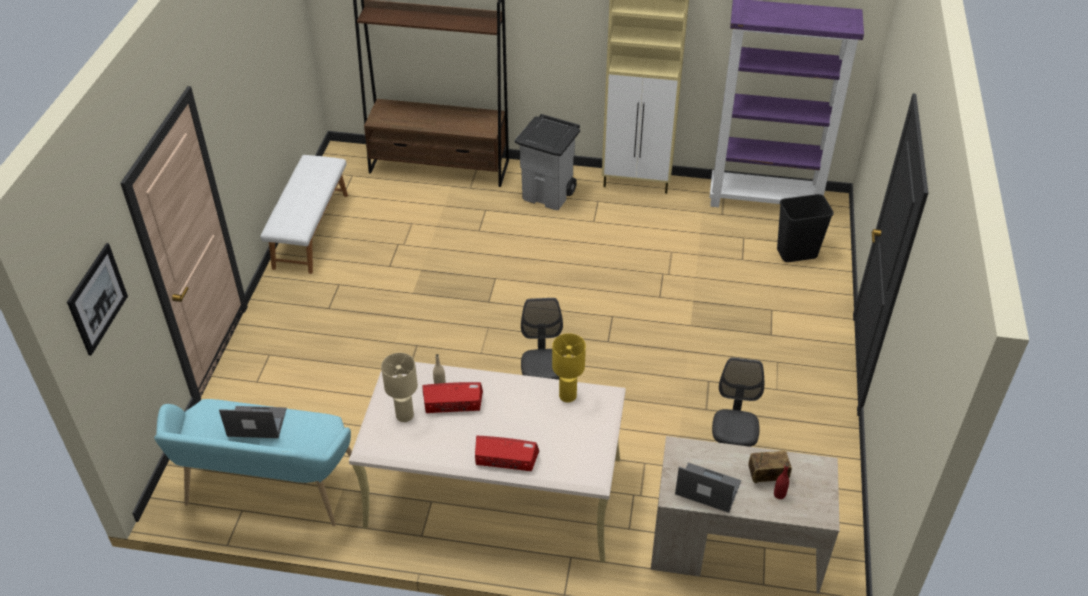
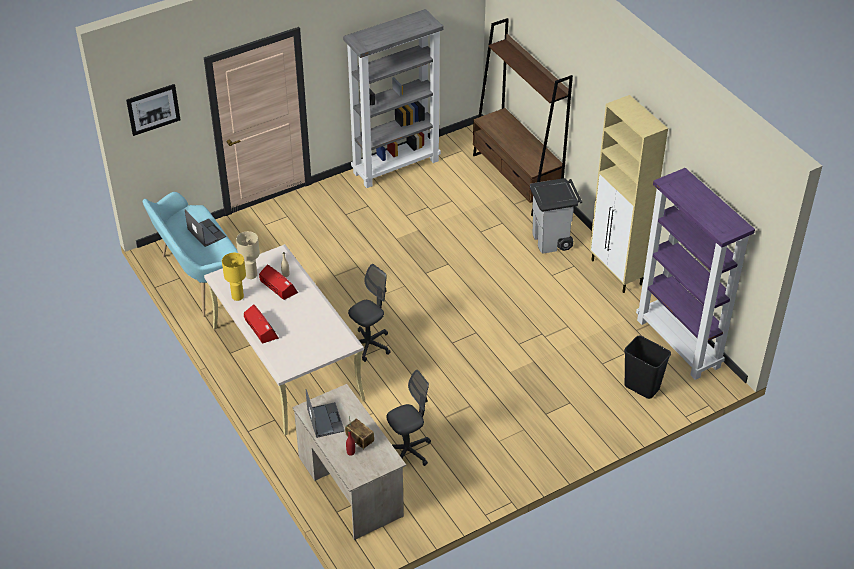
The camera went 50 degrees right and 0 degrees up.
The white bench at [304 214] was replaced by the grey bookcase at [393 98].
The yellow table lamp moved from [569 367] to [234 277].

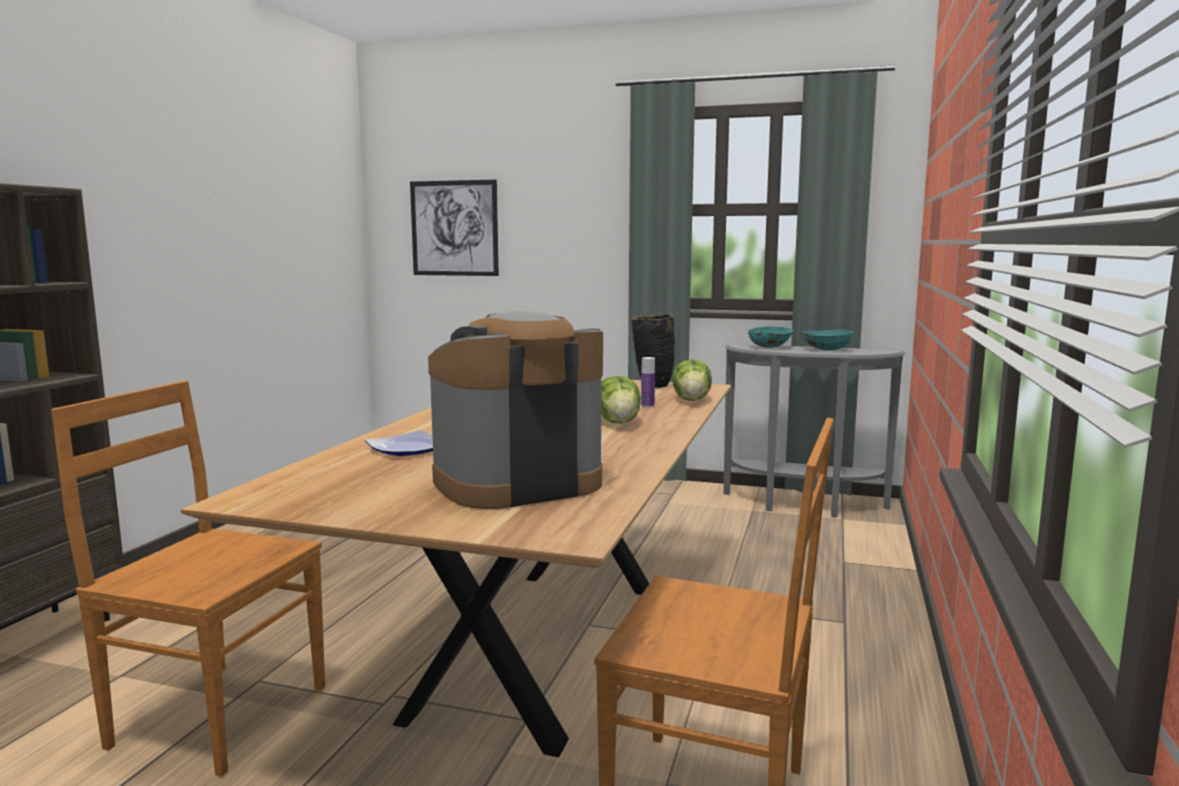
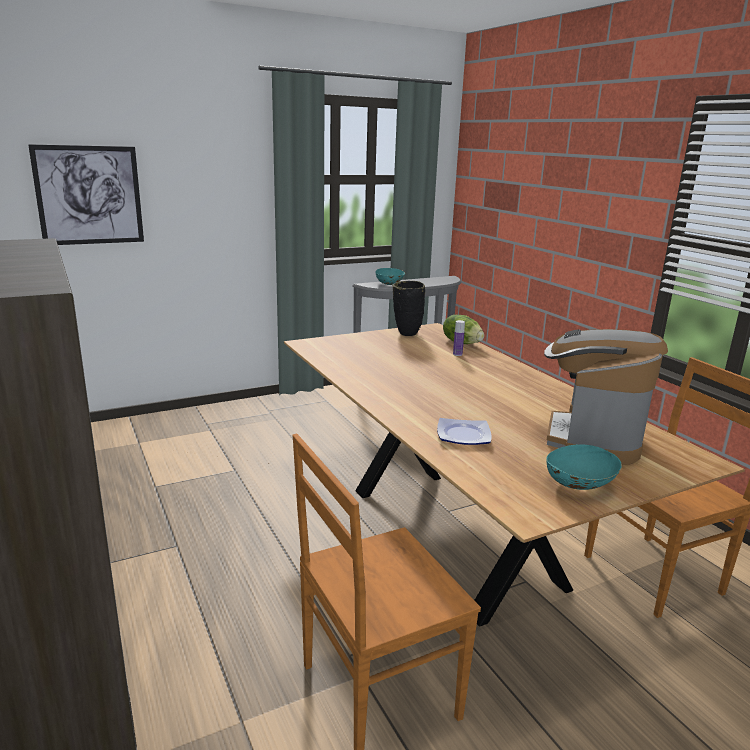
The camera went 45 degrees left and 10 degrees up.
The turquoise bowl moved from [827 340] to [584 467].
The lettuce at [621 400] disappeared.

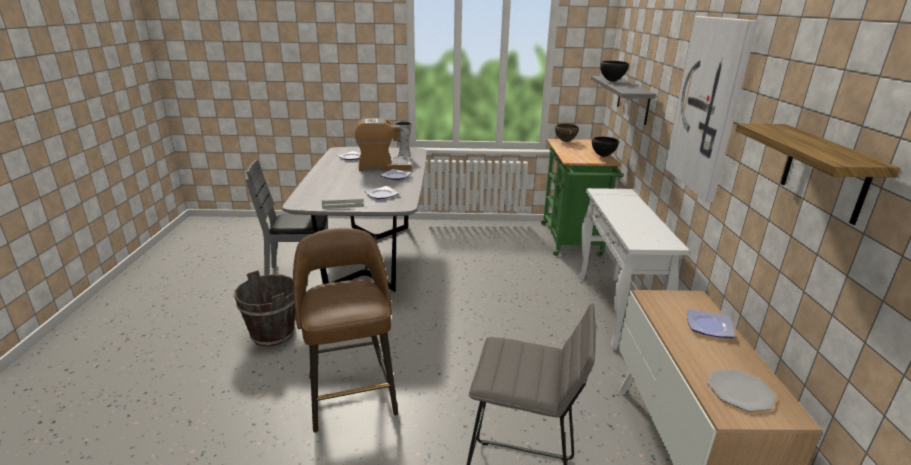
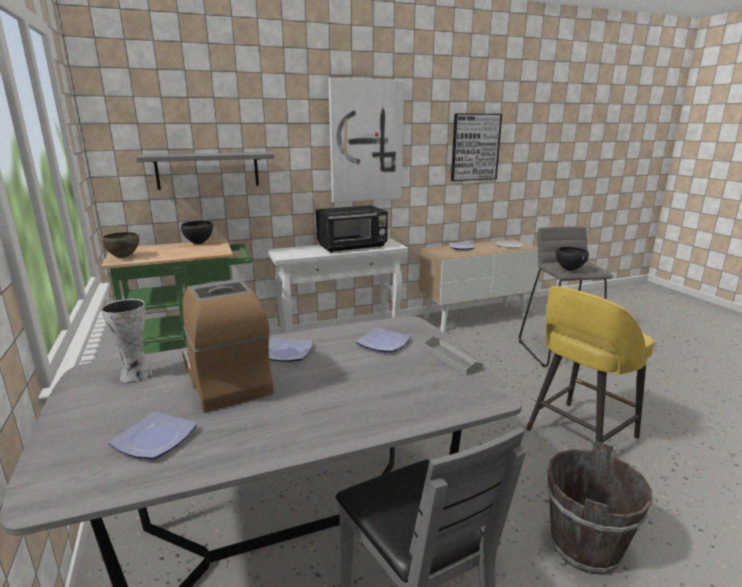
The camera went 110 degrees left and 5 degrees down.
The black bowl moved from [614 71] to [572 259].
The shelf at [818 174] was replaced by the picture at [476 147].
The brown stool at [345 330] became the yellow stool at [590 364].
The black microwave at [352 229] appeared.

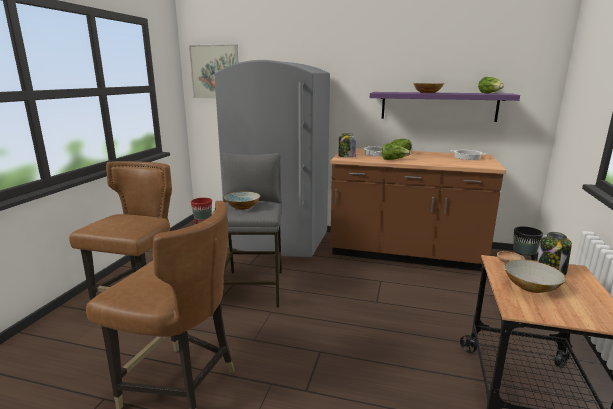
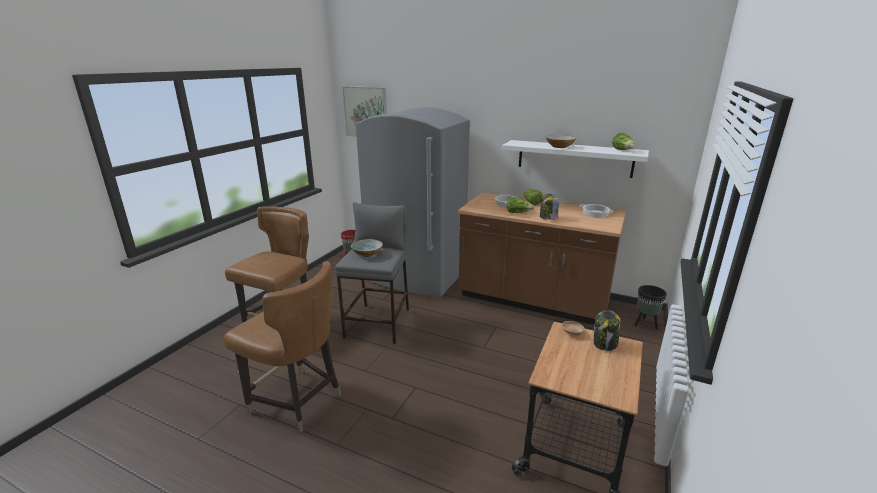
The camera went 10 degrees right and 5 degrees up.
The purple shelf at [445 107] became the white shelf at [575 159].
The jar moved from [347 145] to [549 207].
The bowl at [535 276] disappeared.

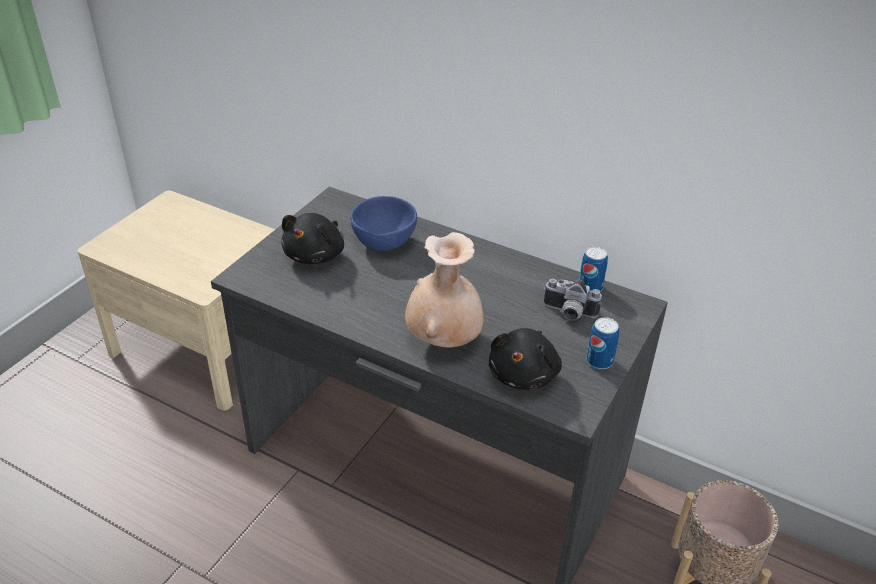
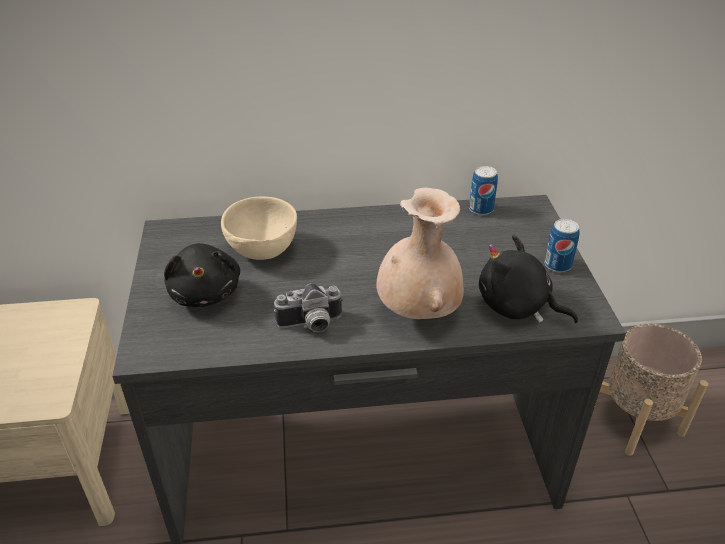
The camera went 35 degrees left and 0 degrees up.
The blue bowl at [383 223] became the beige bowl at [259 228].
The photo camera moved from [572 299] to [309 307].
The black plush toy at [525 359] turned 135 degrees clockwise.

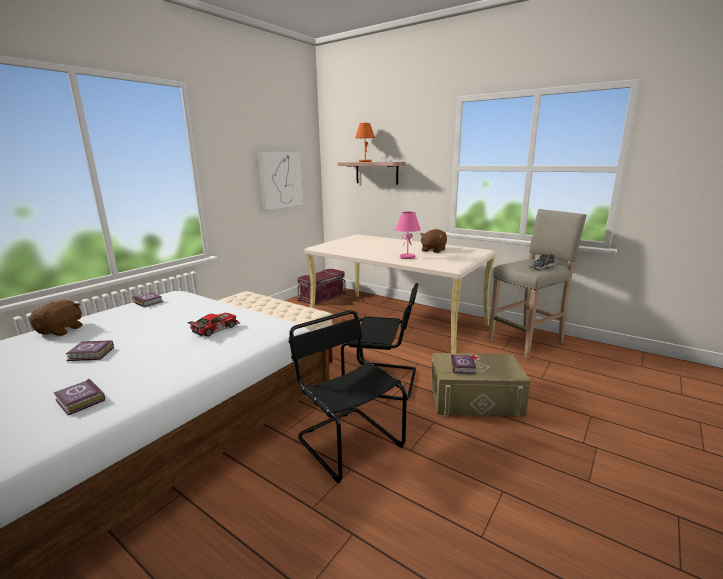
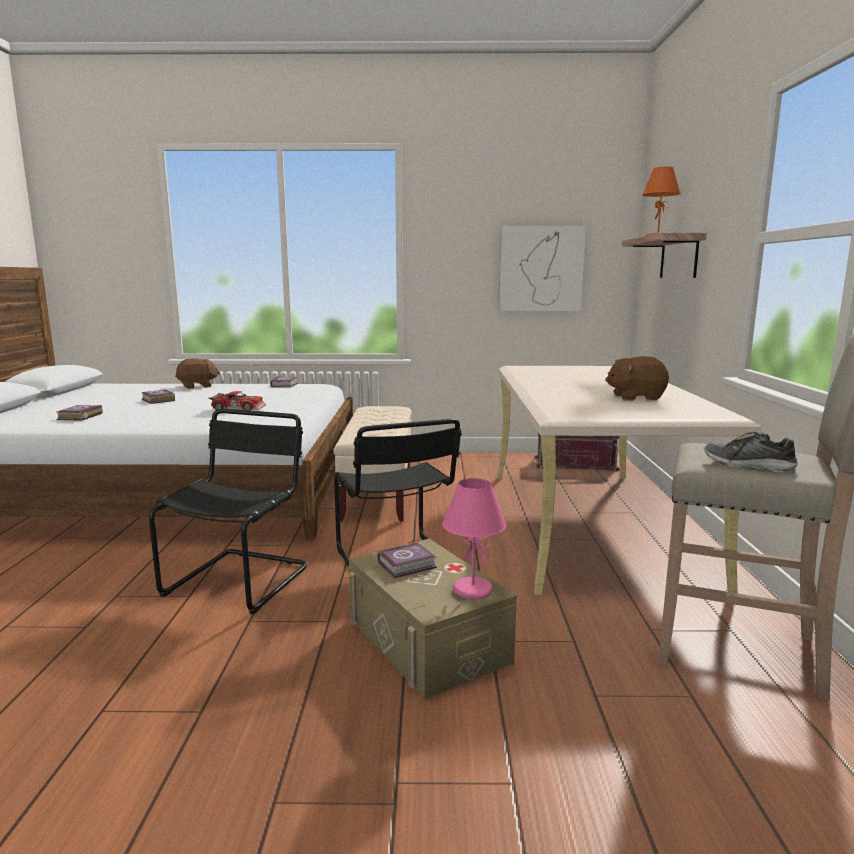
The camera went 55 degrees right and 5 degrees down.
The pink table lamp moved from [408 235] to [474 539].

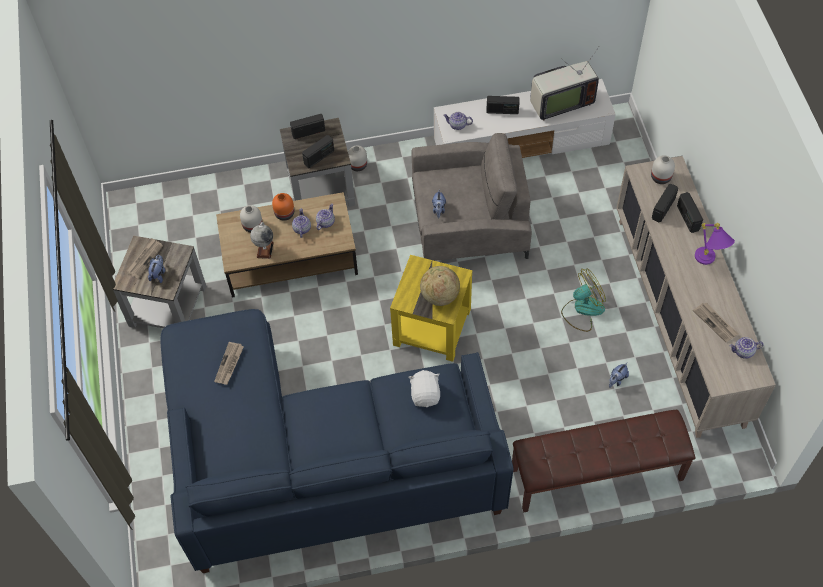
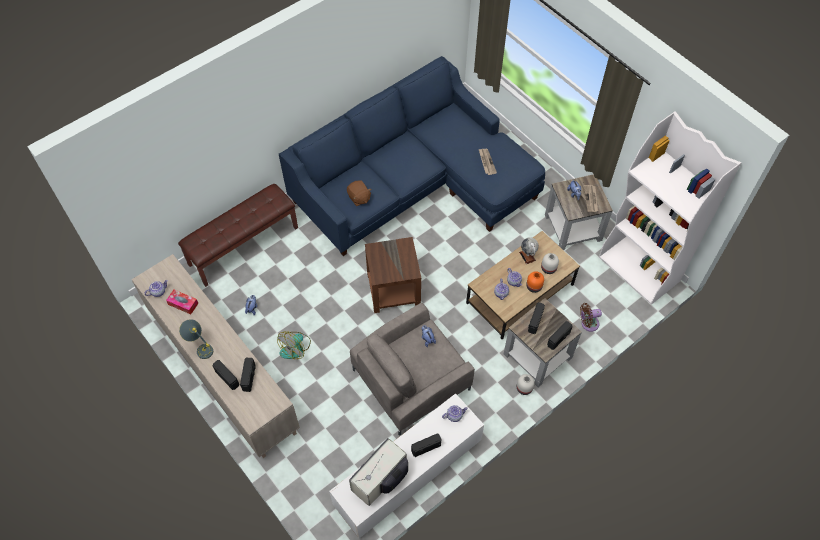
The camera went 150 degrees right and 0 degrees up.
The white vase at [663 169] disappeared.
The purple table lamp at [715 244] became the grey table lamp at [196 339].
The yellow side table at [431 308] became the brown side table at [393 275].
The globe at [440 286] disappeared.
The newspaper at [715 322] was replaced by the tissue box at [182 302].
The white plush toy at [424 388] became the brown plush toy at [359 193].
The white bookcase at [670 208] appeared.
The brown fan at [591 317] appeared.

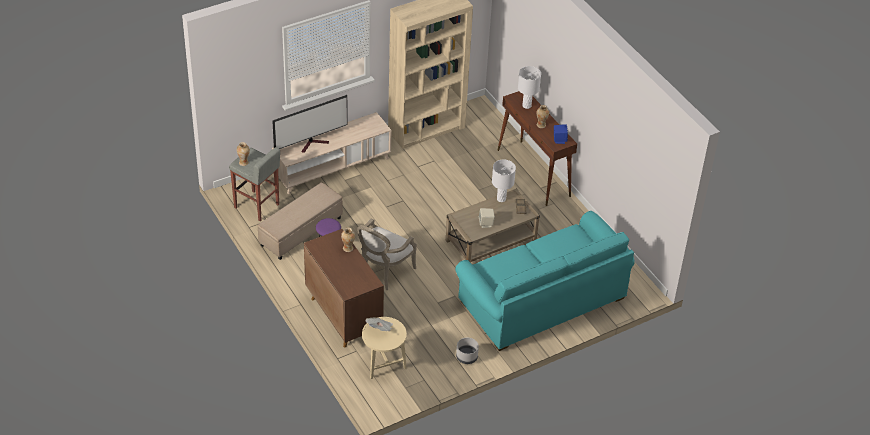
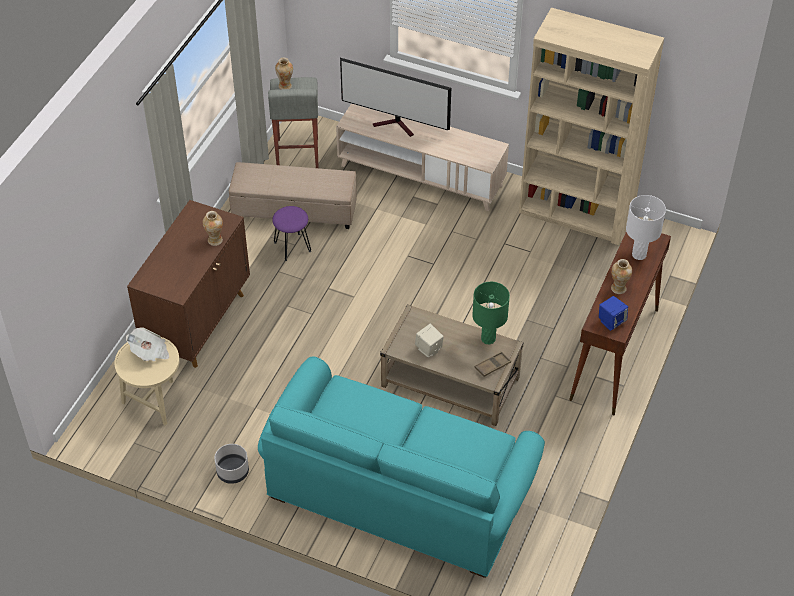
The camera went 55 degrees right and 5 degrees up.
The white table lamp at [504 181] became the green table lamp at [491 313].
The armchair at [387 254] disappeared.

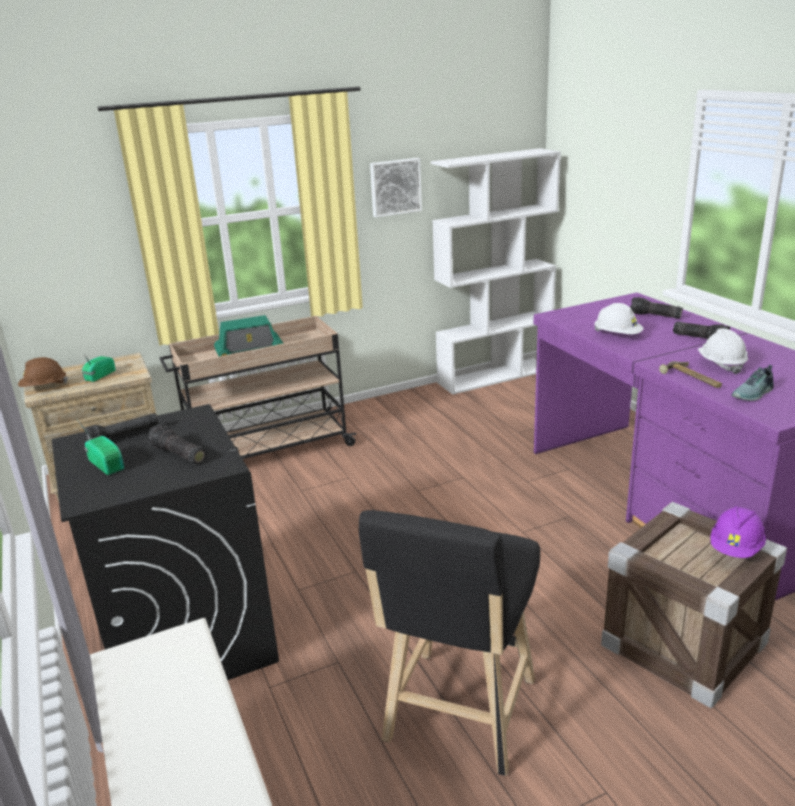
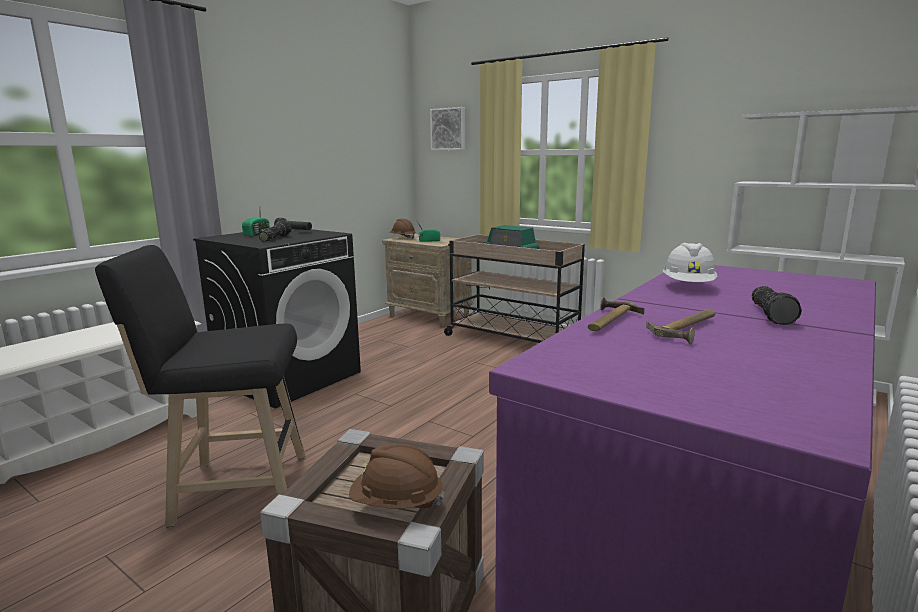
The camera went 60 degrees right and 10 degrees down.
The picture moved from [396 188] to [447 128].
The flashlight at [656 308] disappeared.
The white hard hat at [723 351] was replaced by the hammer at [680 326].
The shoe at [752 383] disappeared.
The purple hard hat at [738 532] became the brown hard hat at [397 476].

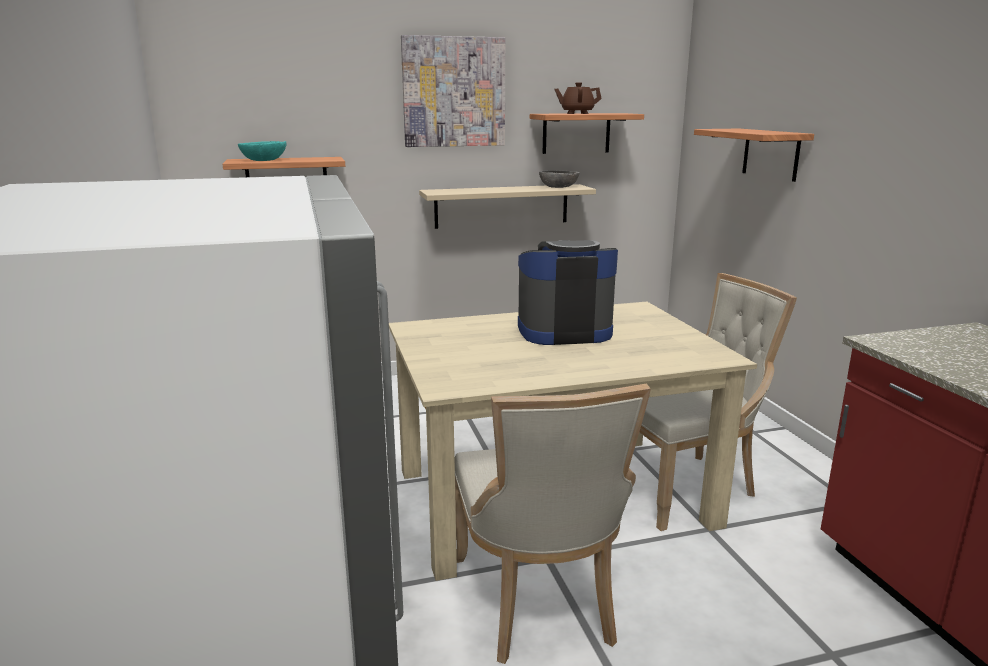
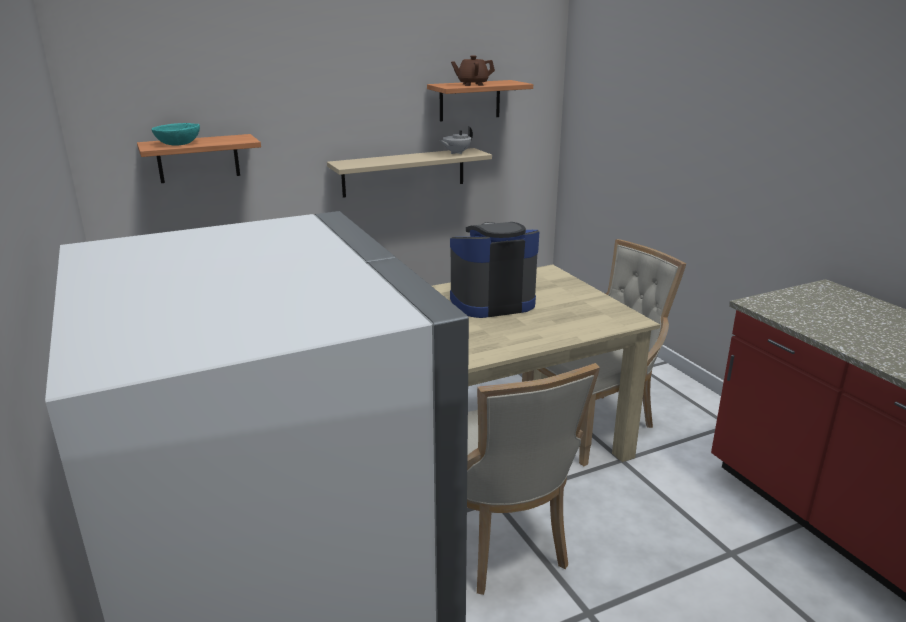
The camera went 10 degrees left and 5 degrees up.
The picture at [453 91] disappeared.
The shelf at [754 155] disappeared.
The grey bowl at [559 179] was replaced by the white teapot at [456 140].

